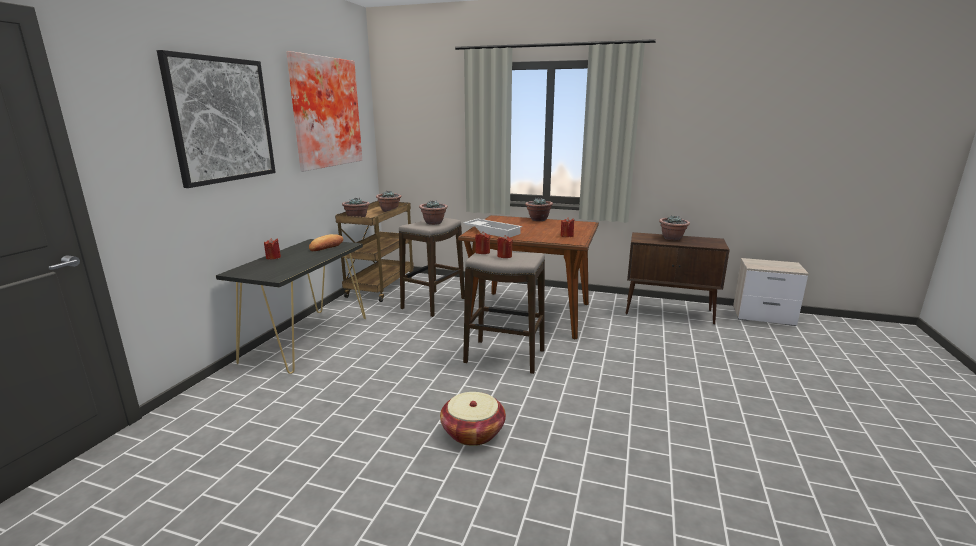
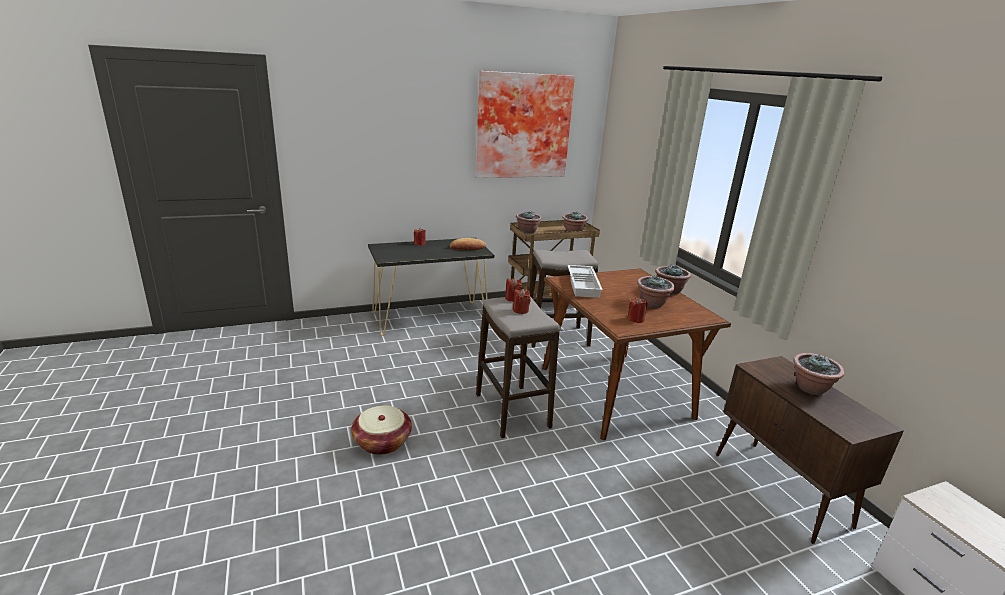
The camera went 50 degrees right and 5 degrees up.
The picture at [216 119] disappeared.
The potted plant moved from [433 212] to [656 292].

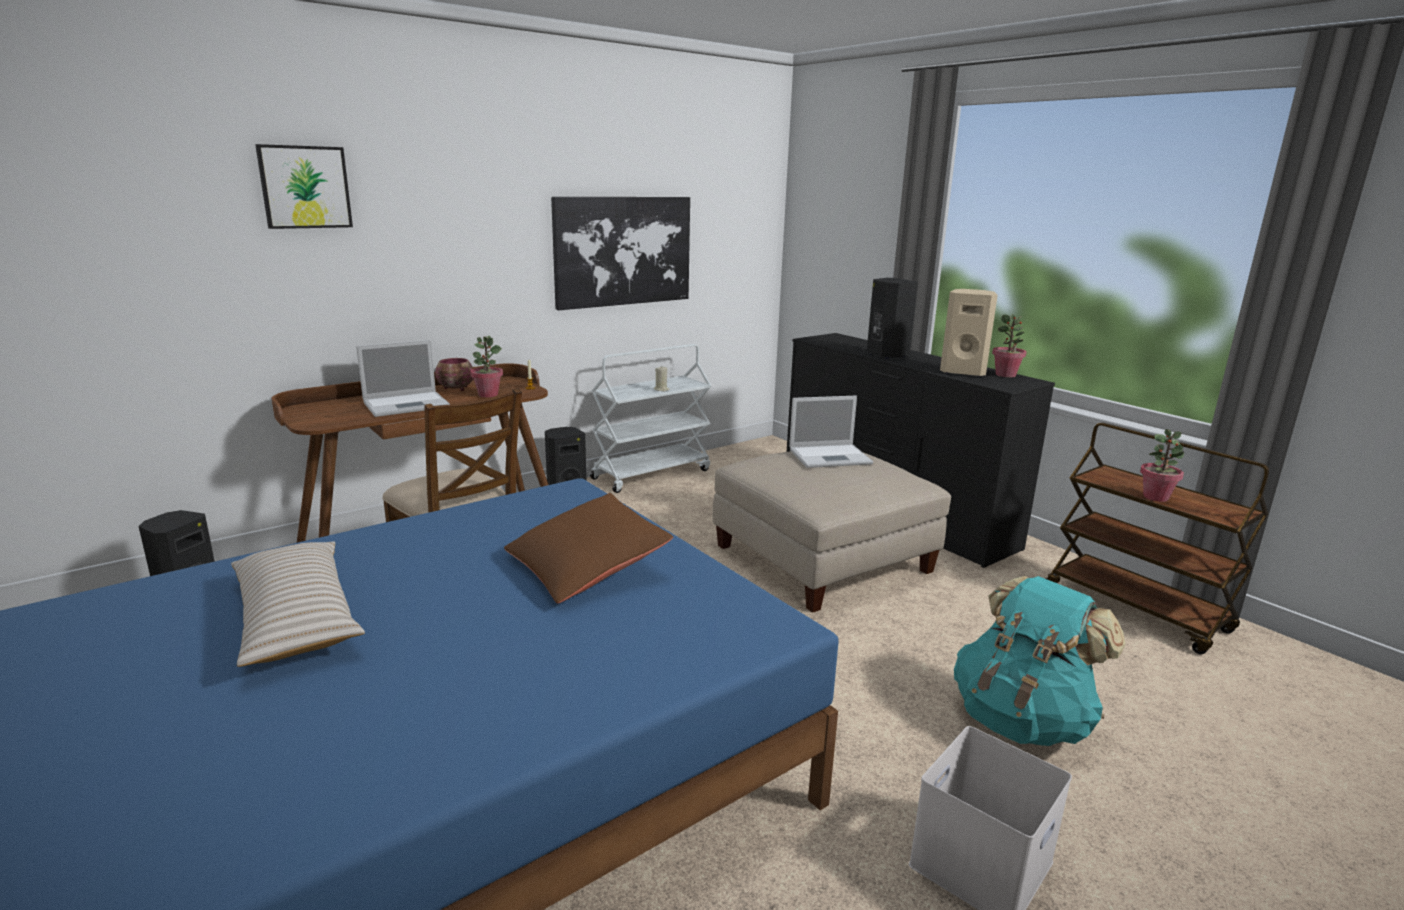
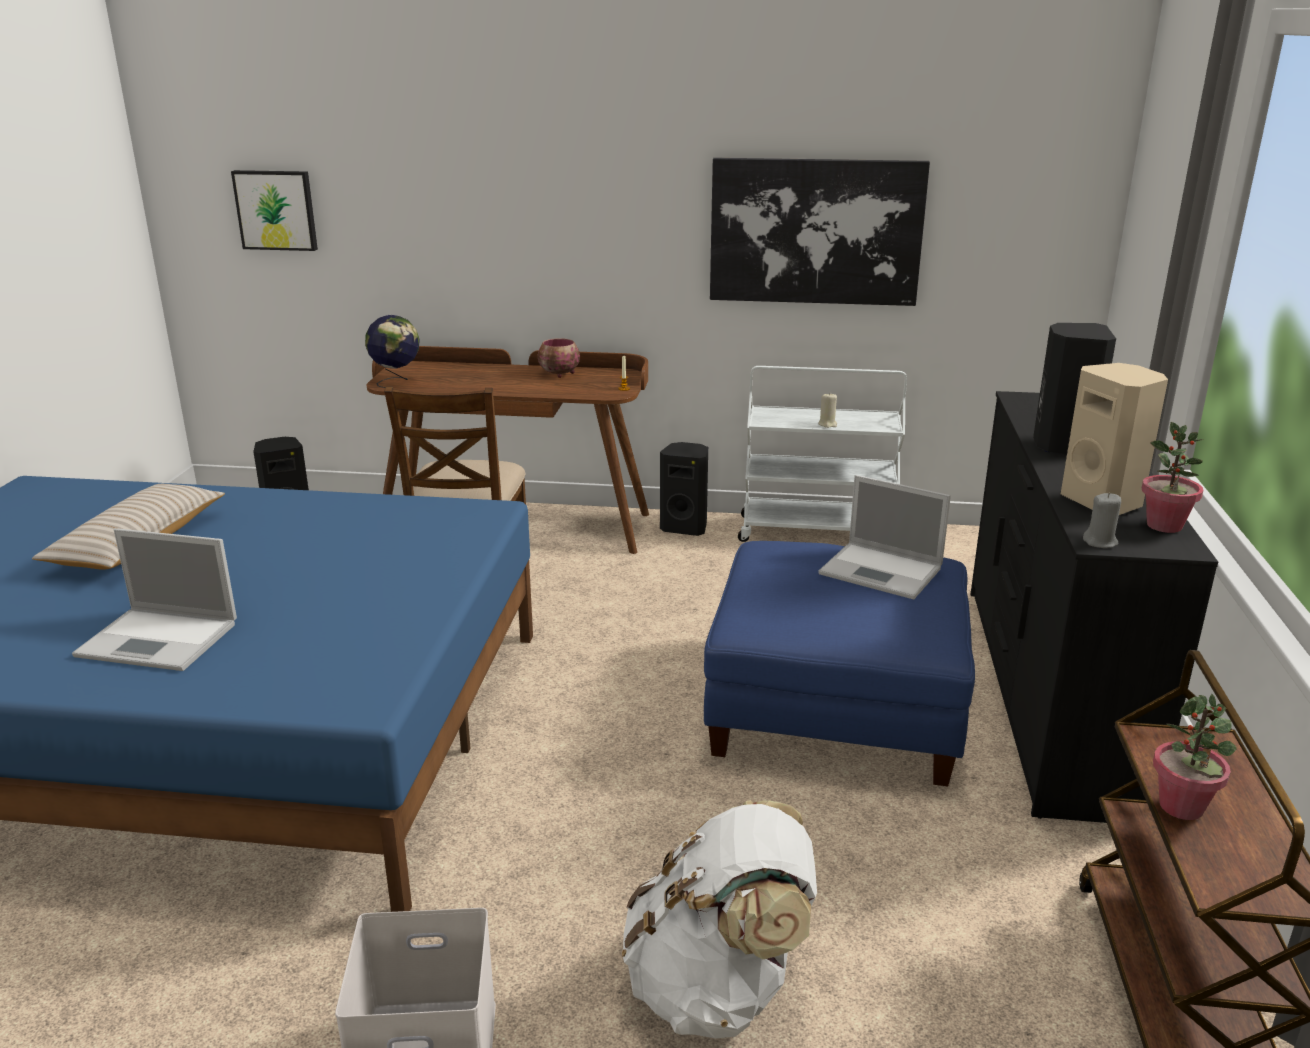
The camera went 45 degrees right and 5 degrees up.
The picture moved from [304 186] to [274 210].
The potted plant at [486 366] disappeared.
The laptop moved from [403 378] to [154 599].
The beige ottoman at [832 532] became the blue ottoman at [839 664].
The brown pillow at [588 548] disappeared.
The turquoise backpack at [1039 661] became the white backpack at [719 919].
The globe at [392 351] appeared.
The grey candle at [1102 520] appeared.

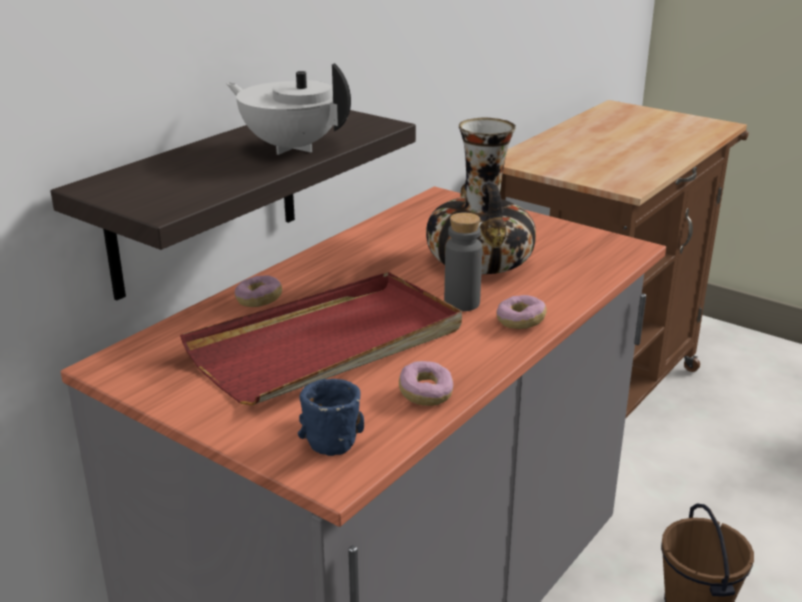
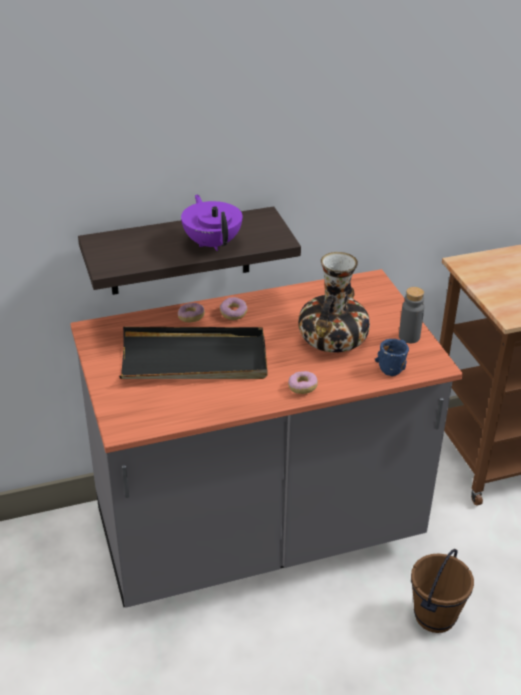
The camera went 35 degrees right and 10 degrees up.
The white teapot at [288 109] became the purple teapot at [211 222].
The grey bottle moved from [463 261] to [411 315].
The red tray at [321 338] became the black tray at [193 353].
The donut moved from [426 383] to [233 308].
The blue mug moved from [331 417] to [392 357].

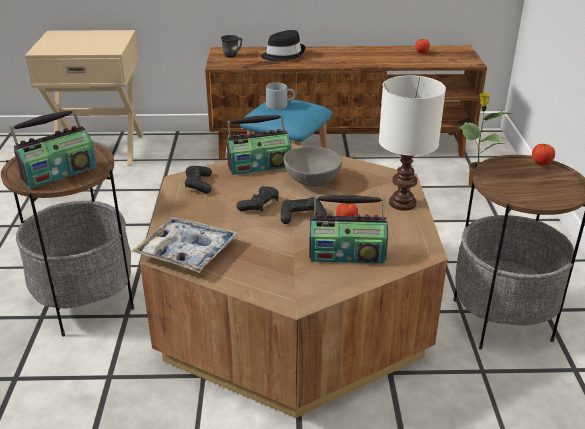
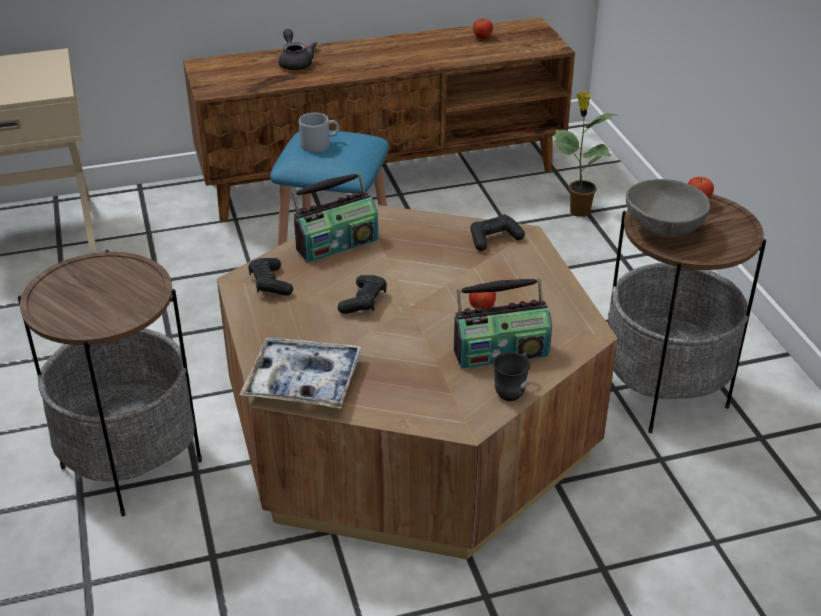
The camera went 15 degrees left and 5 degrees up.
The black hat at [283 46] was replaced by the grey teapot at [298 49].
The grey mug moved from [231 46] to [512 376].
The white table lamp at [412 143] disappeared.
The radio at [53 149] disappeared.
The grey bowl moved from [312 166] to [668 208].
The black game controller moved from [304 210] to [497 232].

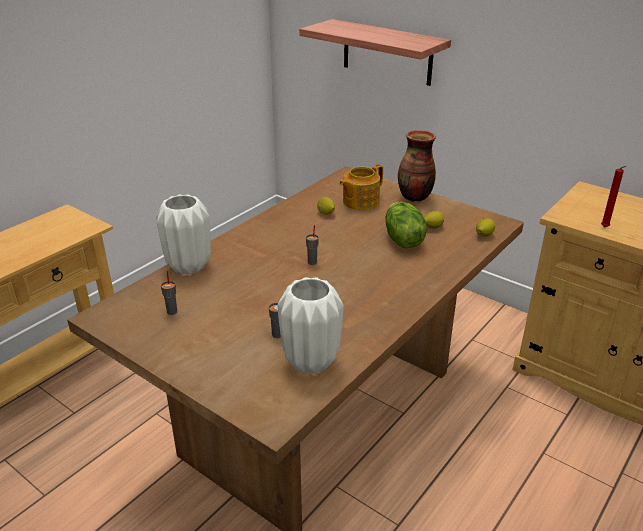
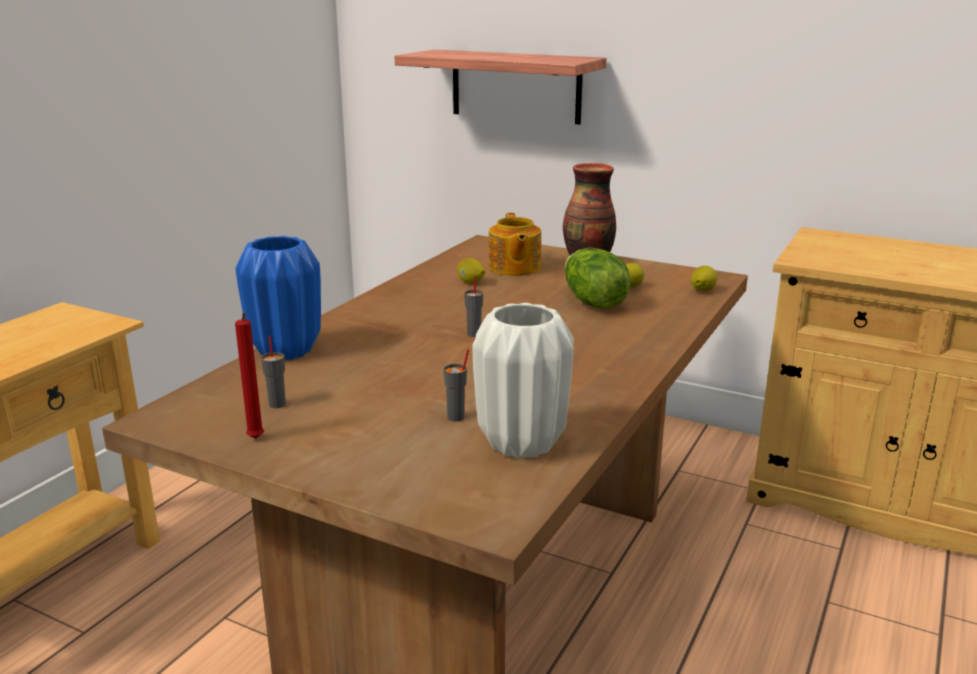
The camera went 10 degrees left and 10 degrees down.
The teapot at [361 187] turned 45 degrees counterclockwise.
The red candle moved from [613 197] to [249 375].
The white vase at [183 234] became the blue vase at [278 298].

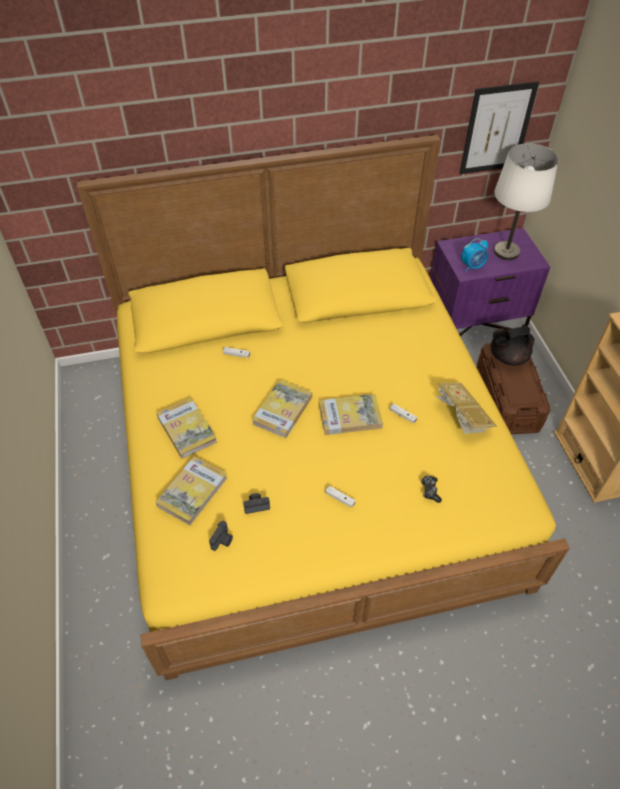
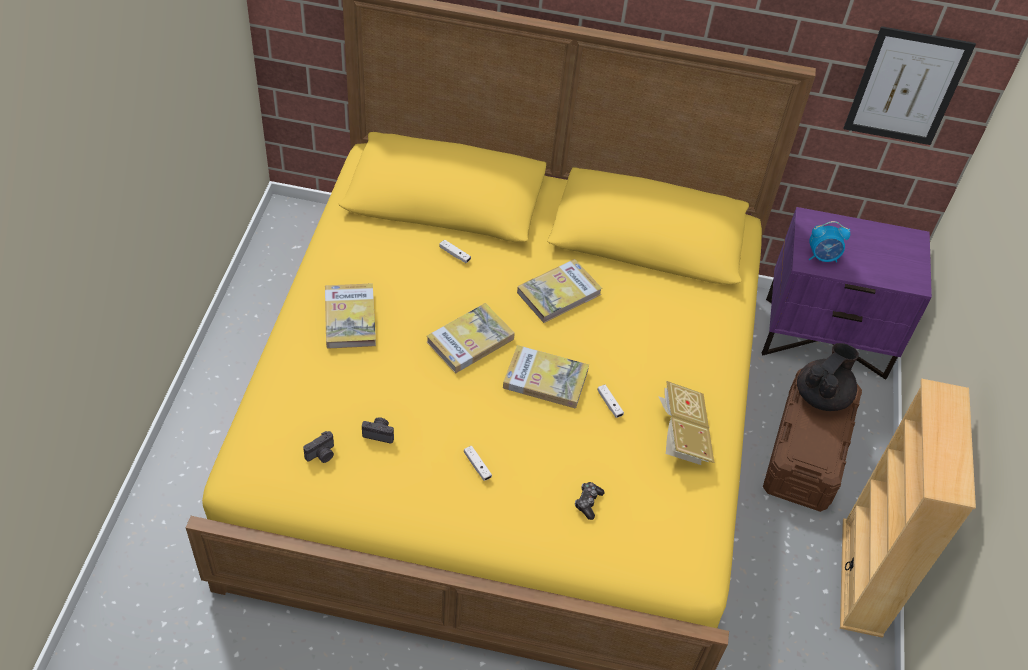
The camera went 20 degrees right and 0 degrees up.
The white table lamp at [526 201] disappeared.
The black teapot at [513 344] turned 120 degrees clockwise.
The book moved from [191 490] to [559 291].

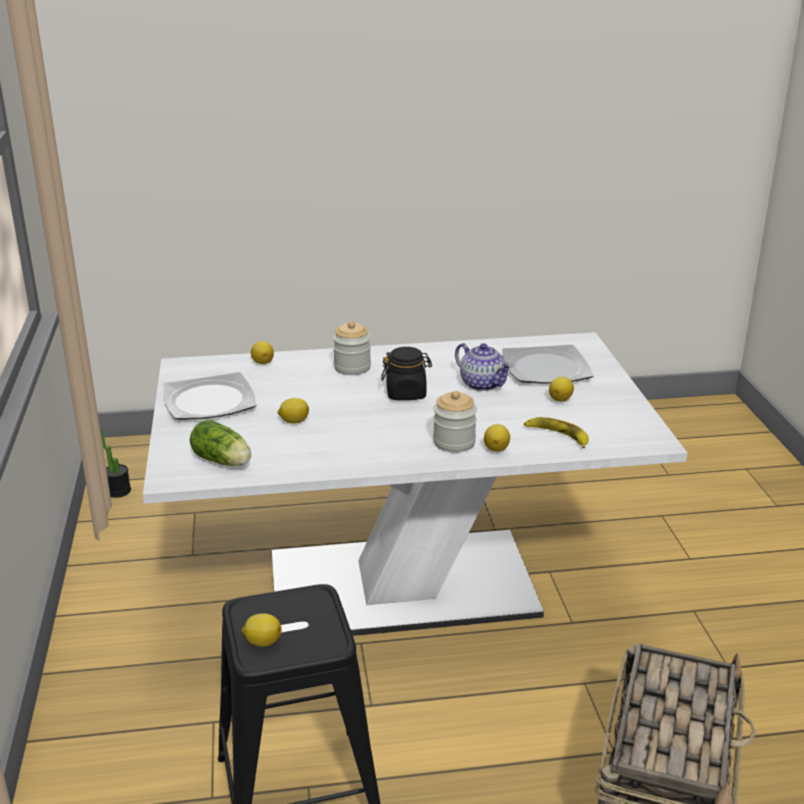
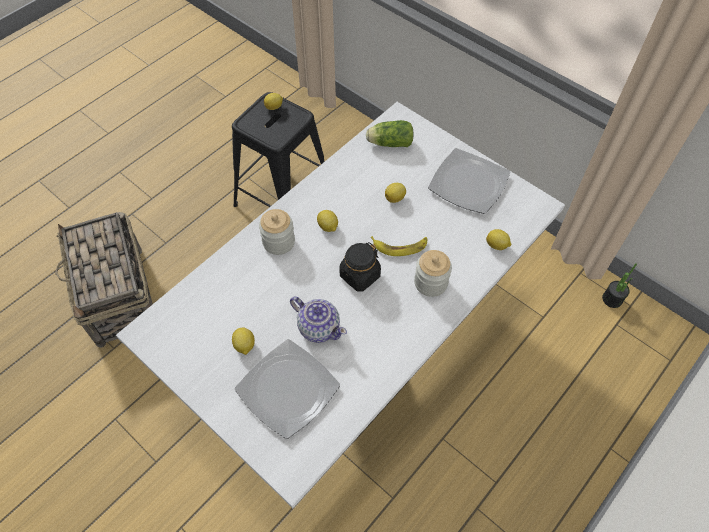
The camera went 140 degrees right and 30 degrees up.
The teapot at [484 367] turned 150 degrees counterclockwise.
The banana moved from [556 432] to [399 246].
The lemon moved from [497 438] to [327 221].

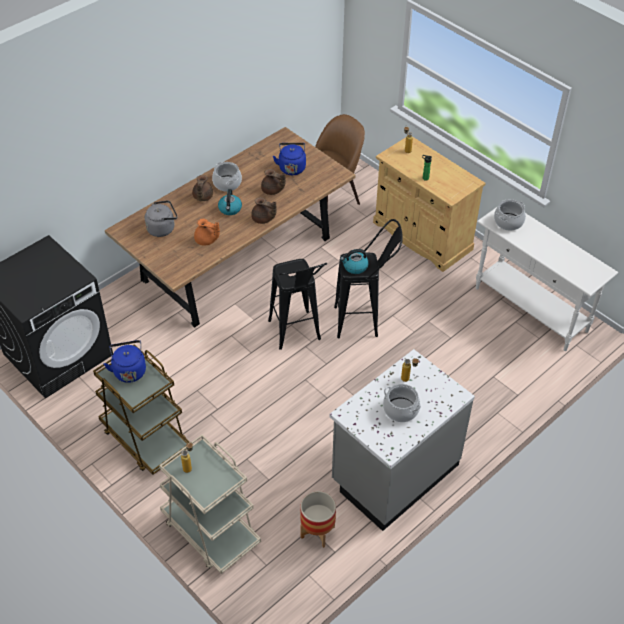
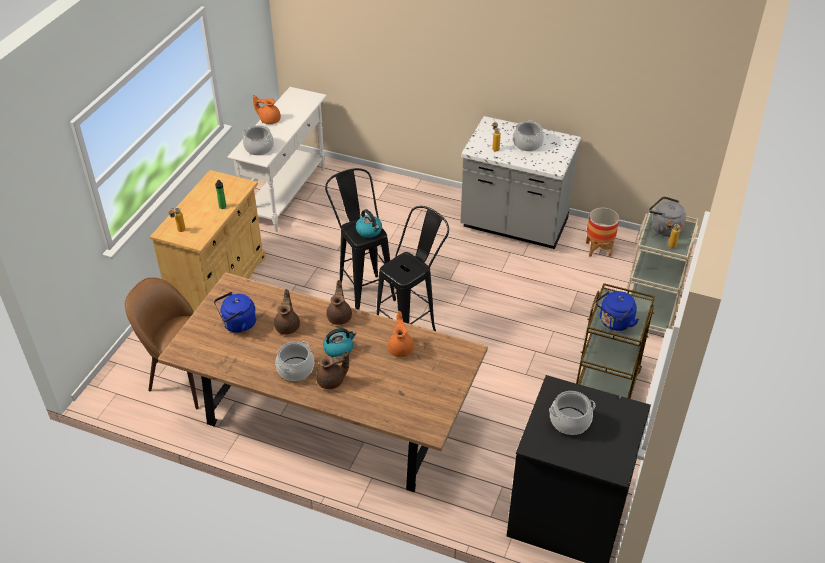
The camera went 115 degrees left and 5 degrees down.
The grey kettle moved from [161 218] to [667 217].
The orange teapot at [267 109] appeared.
The cooking pot at [572 413] appeared.

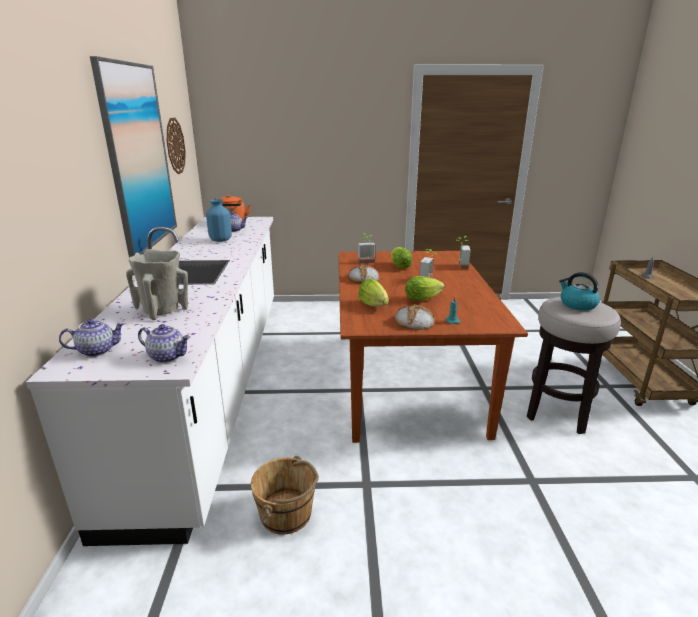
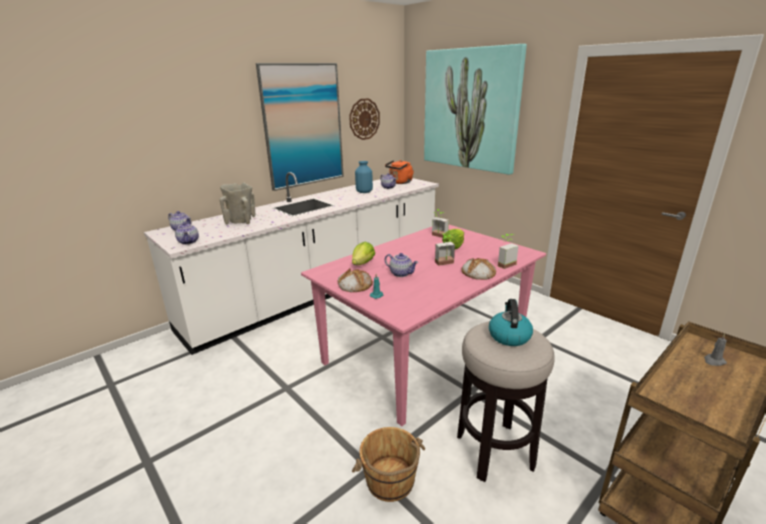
The camera went 50 degrees right and 0 degrees up.
The brown dining table at [433 347] became the pink dining table at [423 325].
The bread moved from [363 273] to [478 269].
The lettuce at [425 288] was replaced by the teapot at [401 265].
The brown bucket moved from [285 495] to [388 464].
The picture at [475 109] appeared.

